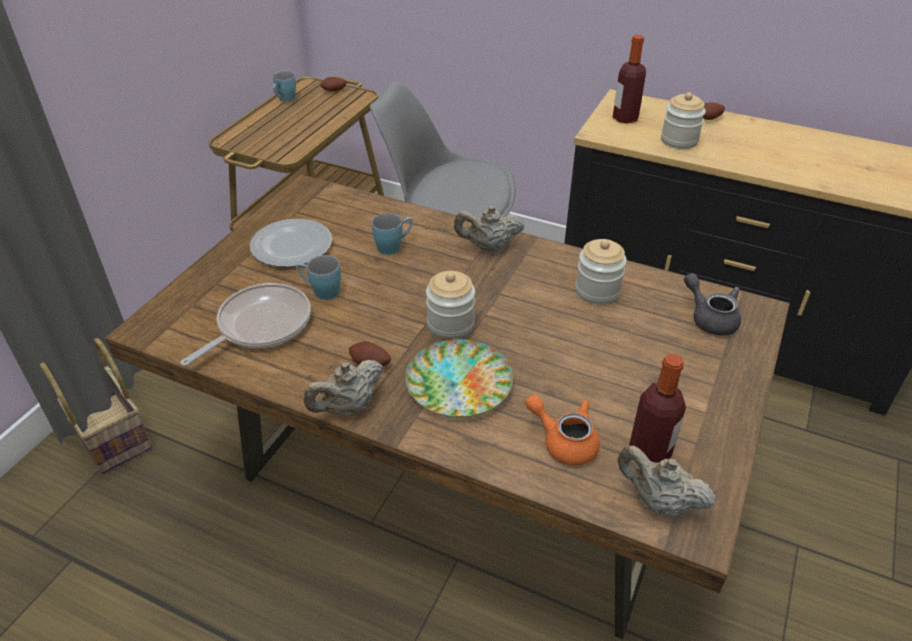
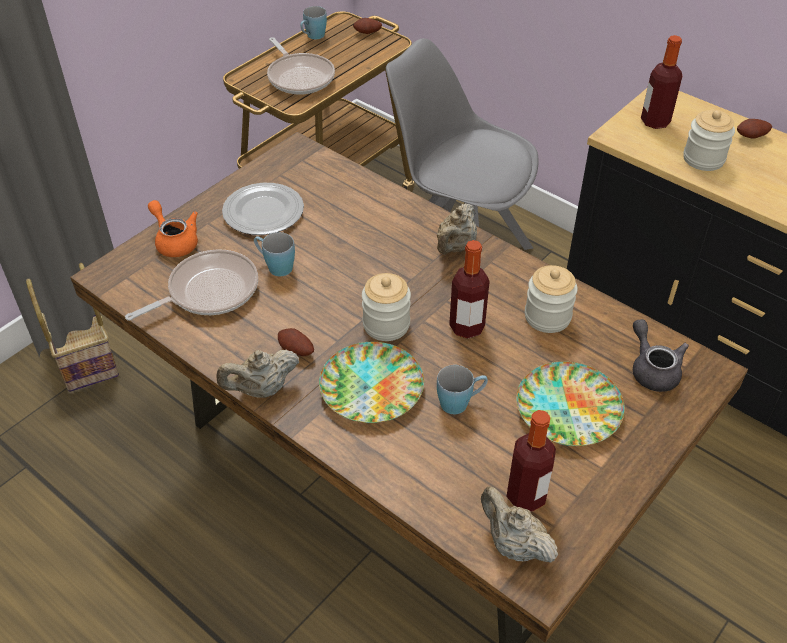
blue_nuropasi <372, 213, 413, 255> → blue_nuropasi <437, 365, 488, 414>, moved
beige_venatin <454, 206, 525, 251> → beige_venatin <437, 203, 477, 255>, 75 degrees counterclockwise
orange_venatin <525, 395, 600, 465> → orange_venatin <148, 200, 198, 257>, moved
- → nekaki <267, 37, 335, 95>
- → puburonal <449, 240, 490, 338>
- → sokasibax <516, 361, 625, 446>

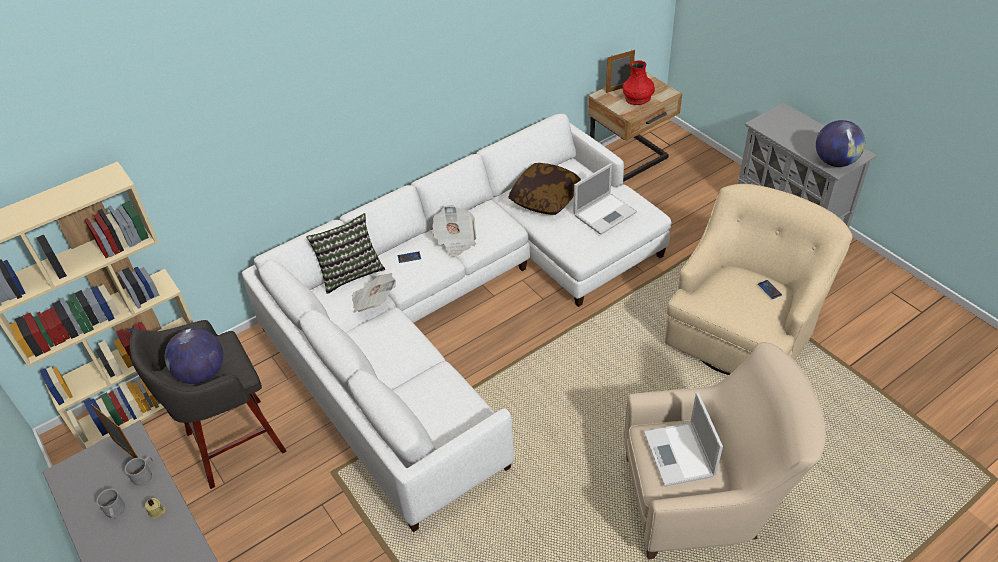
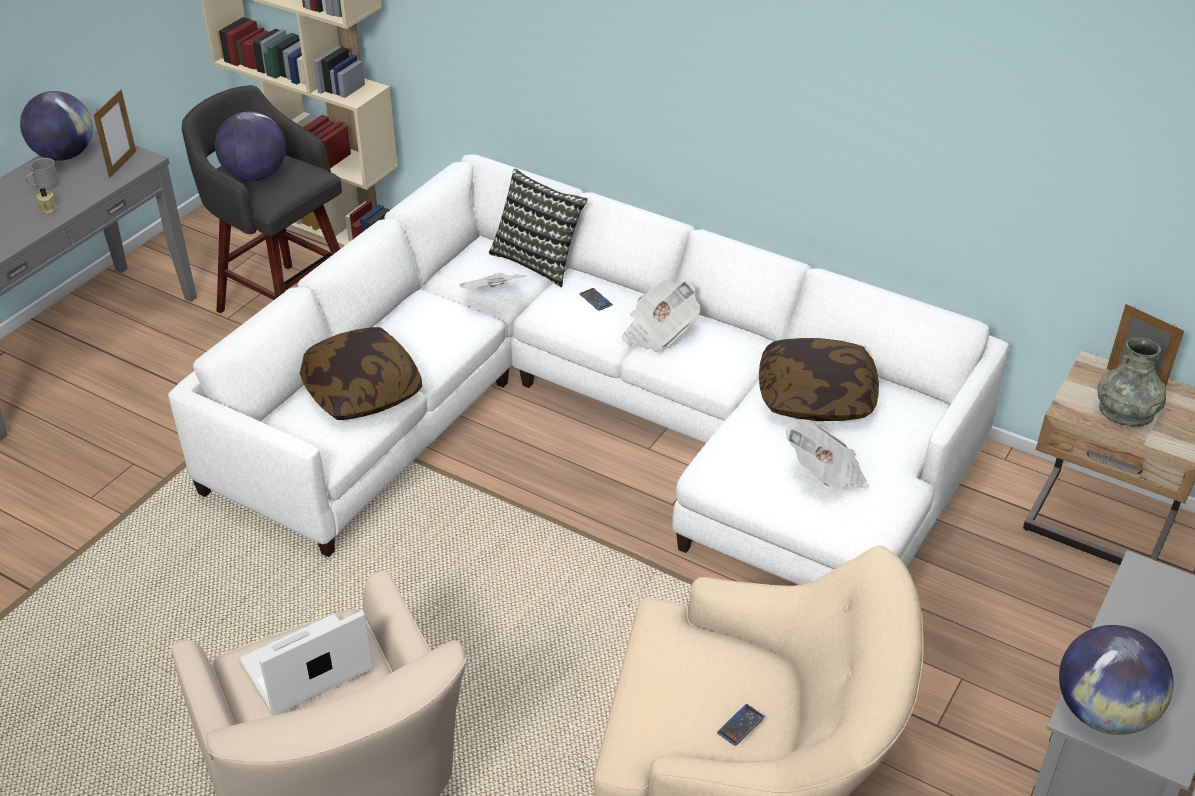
grey_nuropasi <125, 456, 153, 486> → -
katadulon <573, 163, 637, 235> → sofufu <786, 421, 869, 489>
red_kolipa <623, 60, 655, 105> → grey_kolipa <1097, 338, 1166, 427>
- → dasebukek <20, 91, 93, 160>
- → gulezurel <300, 327, 422, 420>

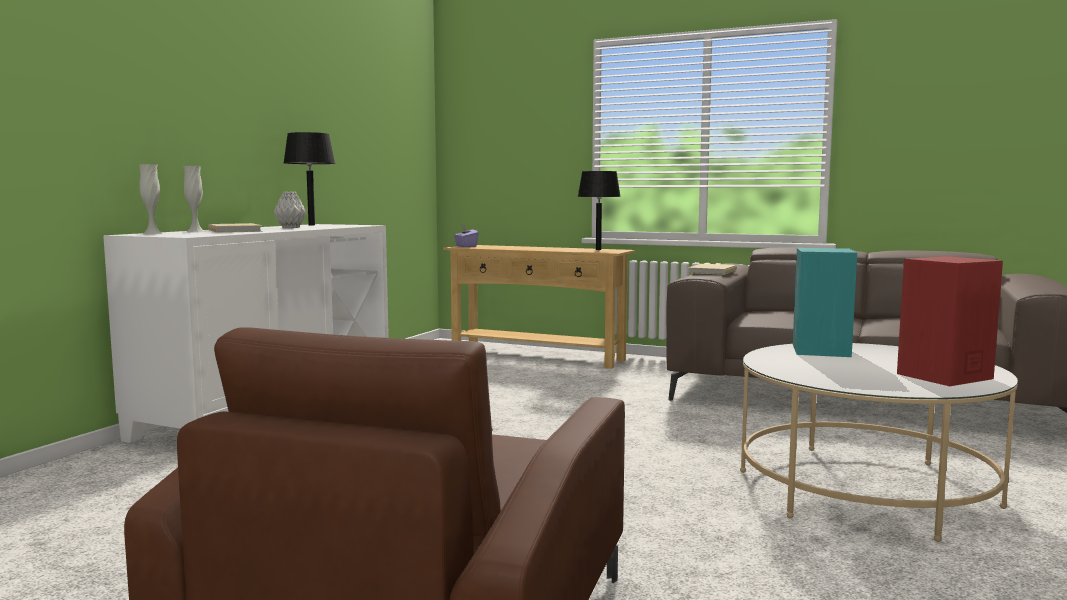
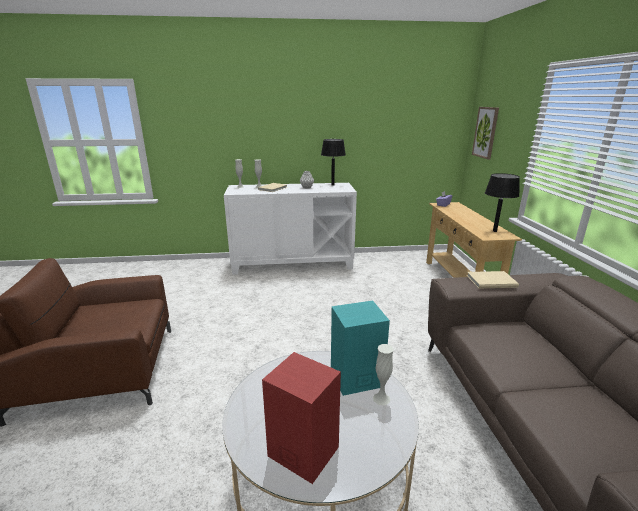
- → white_kolipa <373, 344, 394, 406>
- → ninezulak <472, 107, 499, 159>

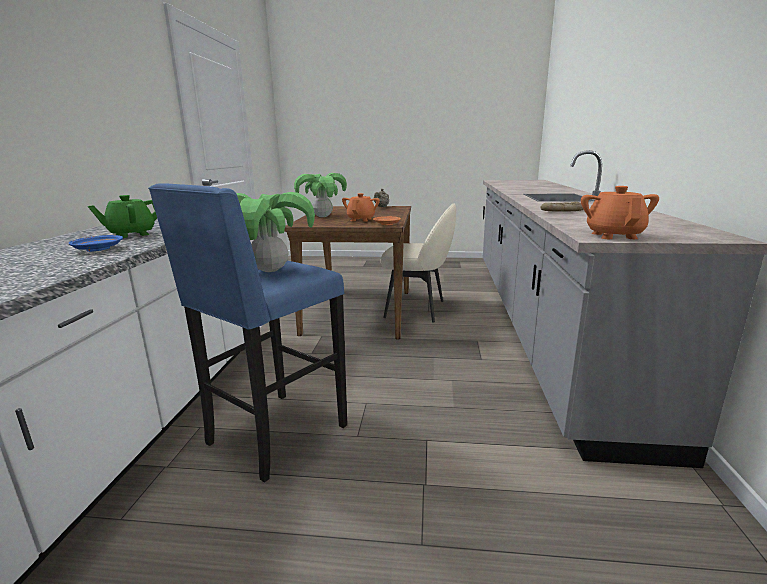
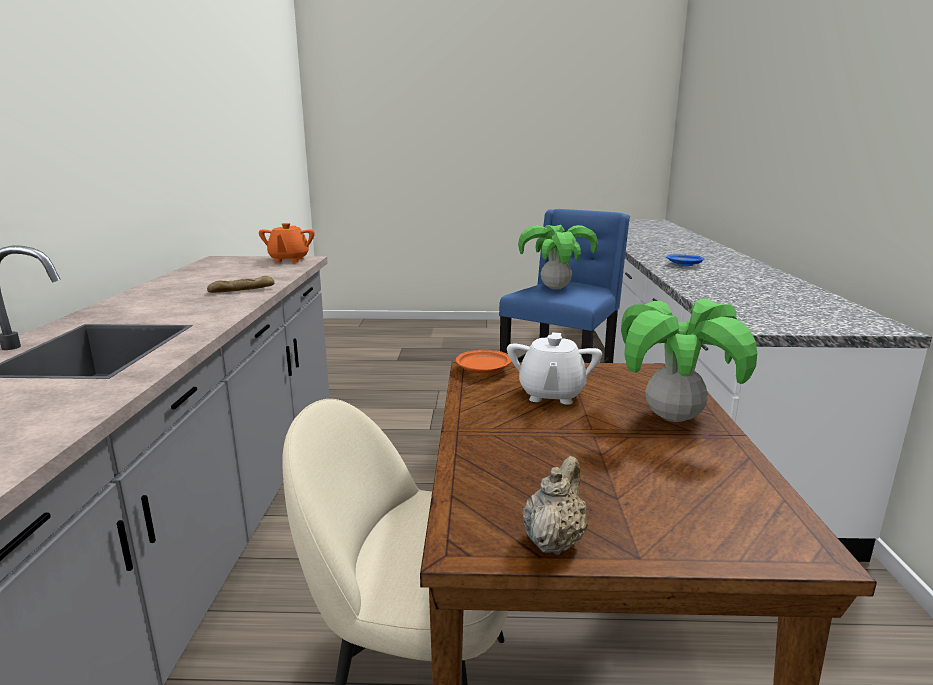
green_venatin <88, 195, 157, 238> → -
orange_venatin <342, 193, 380, 222> → white_venatin <507, 332, 602, 405>

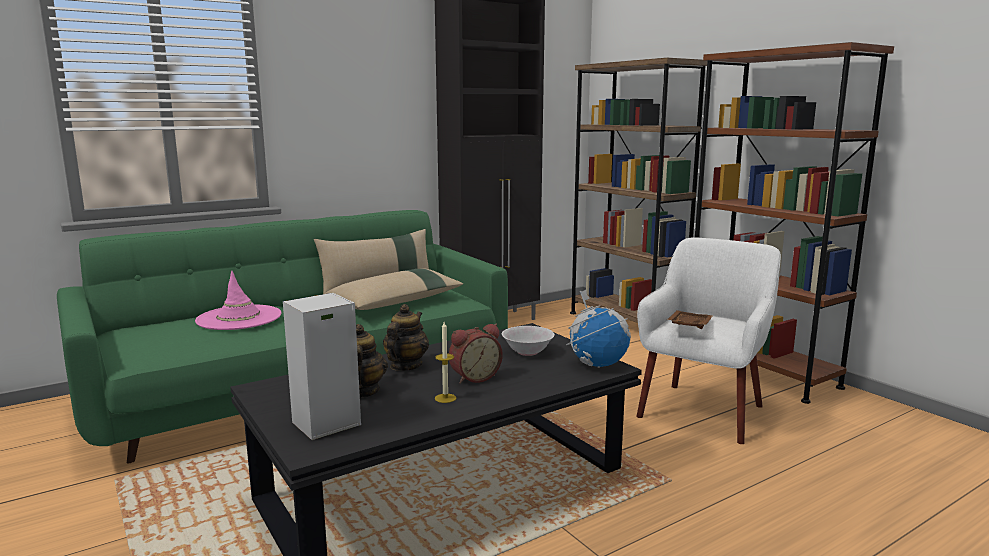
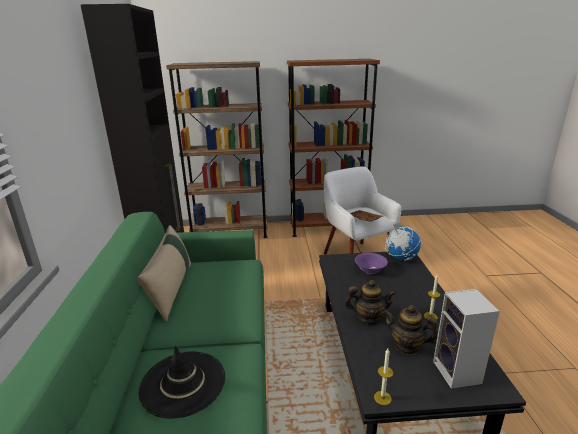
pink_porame <195, 271, 282, 330> → black_porame <139, 345, 225, 419>
beige_gulezurel <324, 268, 463, 310> → -
venatin <383, 304, 429, 371> → venatin <344, 280, 396, 324>, 135 degrees clockwise
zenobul <449, 324, 503, 384> → -
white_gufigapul <502, 326, 555, 356> → purple_gufigapul <355, 253, 388, 274>
- → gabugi <374, 349, 393, 405>

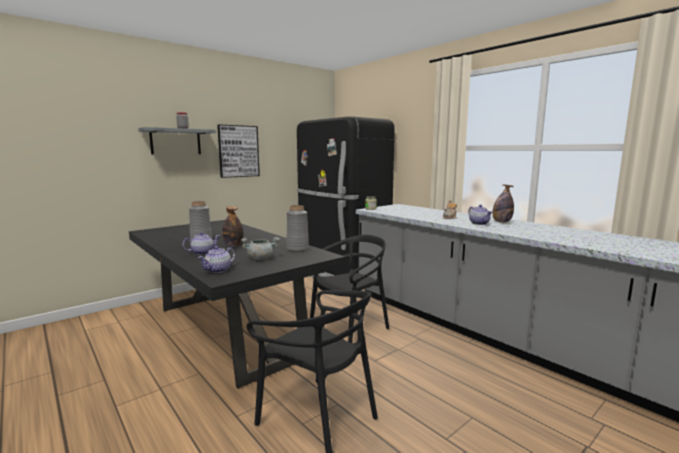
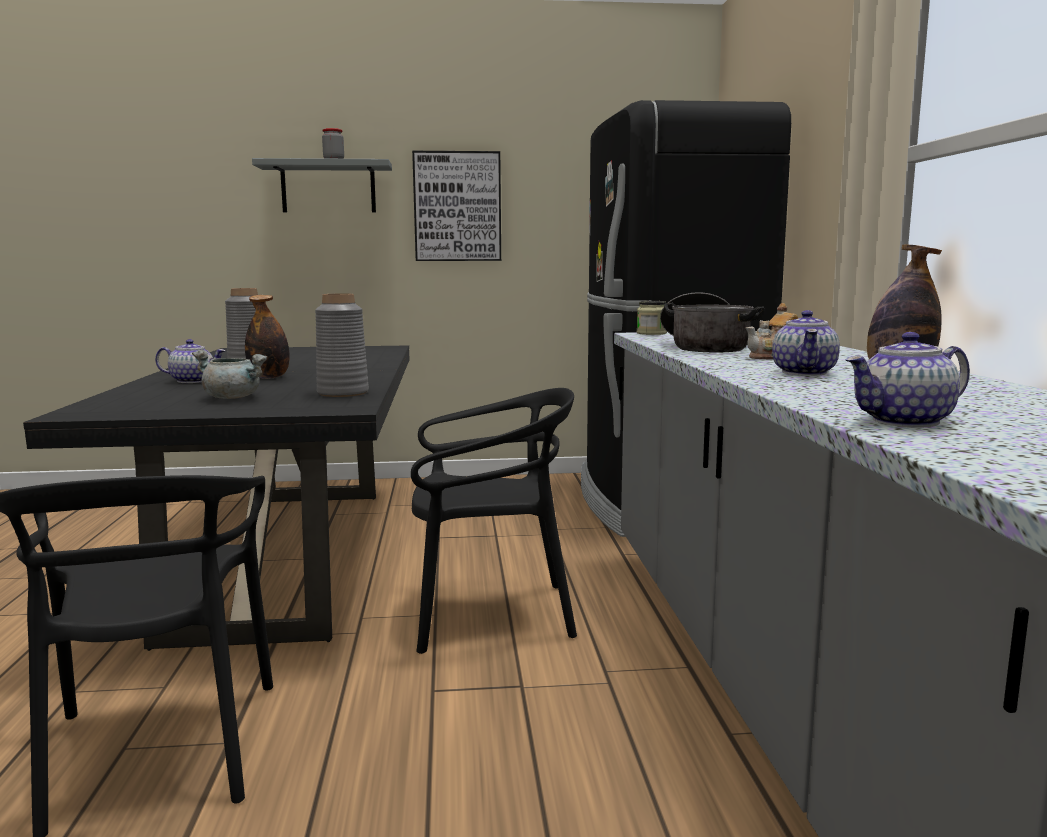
venatin <198, 246, 235, 273> → venatin <846, 332, 970, 428>, moved
- → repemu <660, 292, 765, 352>

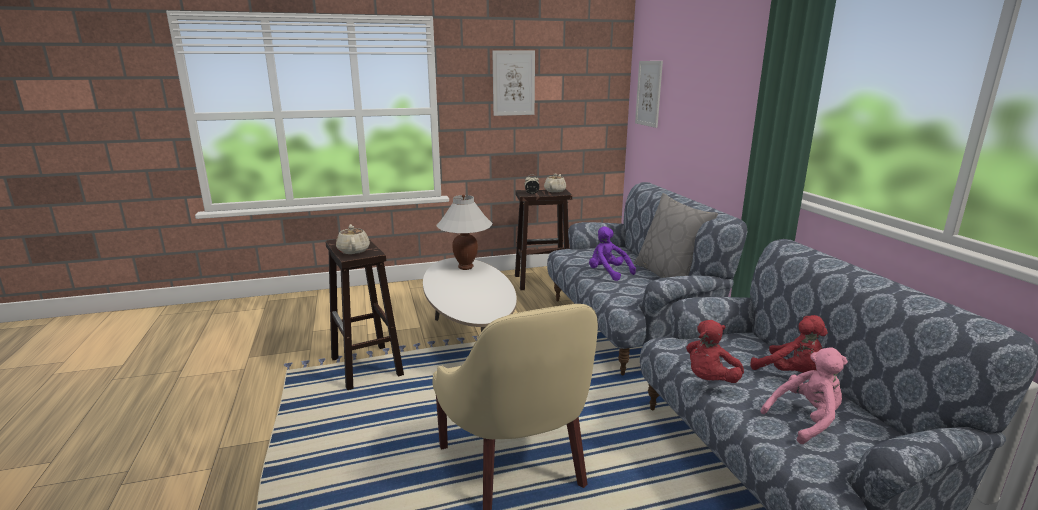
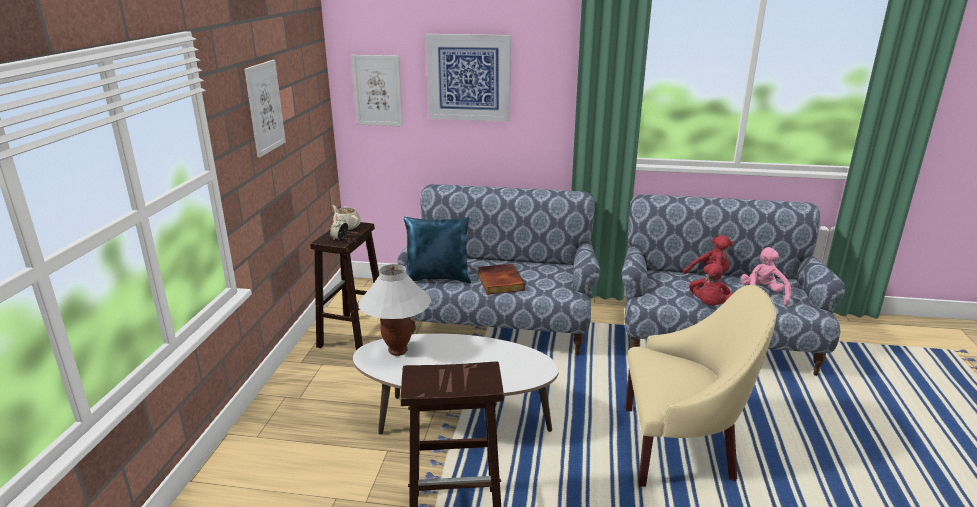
beige_venatin <336, 224, 370, 254> → -
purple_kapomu <589, 226, 636, 281> → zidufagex <477, 264, 525, 295>
grey_gulezurel <634, 193, 718, 278> → -
red_kapomu <686, 320, 744, 383> → red_kapomu <689, 263, 733, 305>, 45 degrees clockwise
- → blue_gulezurel <404, 217, 471, 284>
- → ninezulak <426, 34, 511, 122>

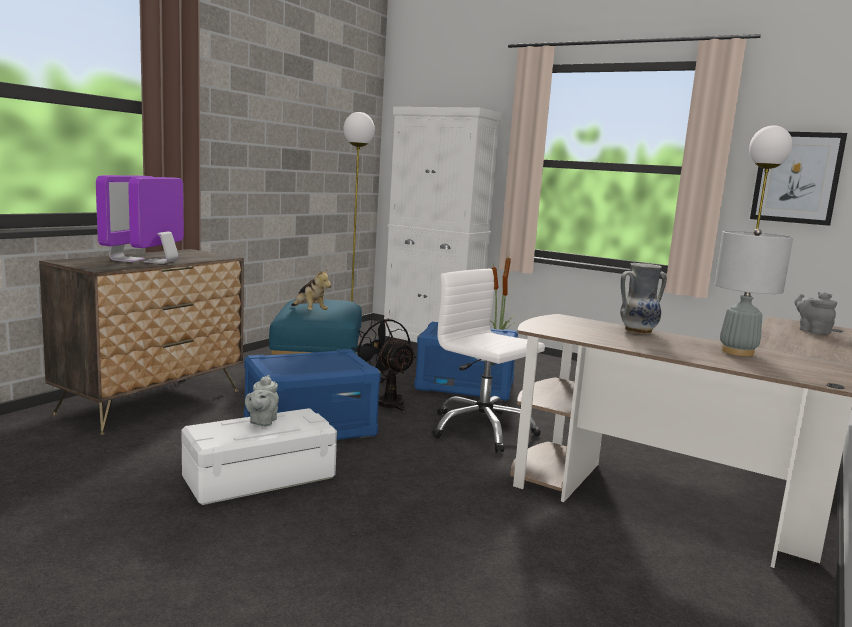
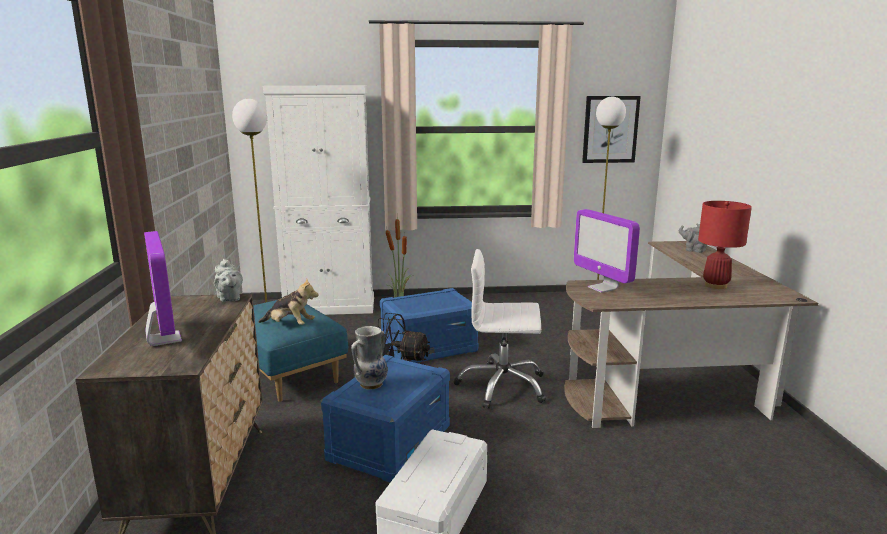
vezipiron <128, 177, 184, 264> → vezipiron <574, 209, 640, 293>, moved
grey_venatin <245, 375, 279, 427> → grey_venatin <214, 259, 243, 302>, moved
kolipa <621, 263, 667, 334> → kolipa <351, 326, 388, 389>, moved
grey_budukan <715, 229, 793, 356> → red_budukan <698, 201, 752, 289>

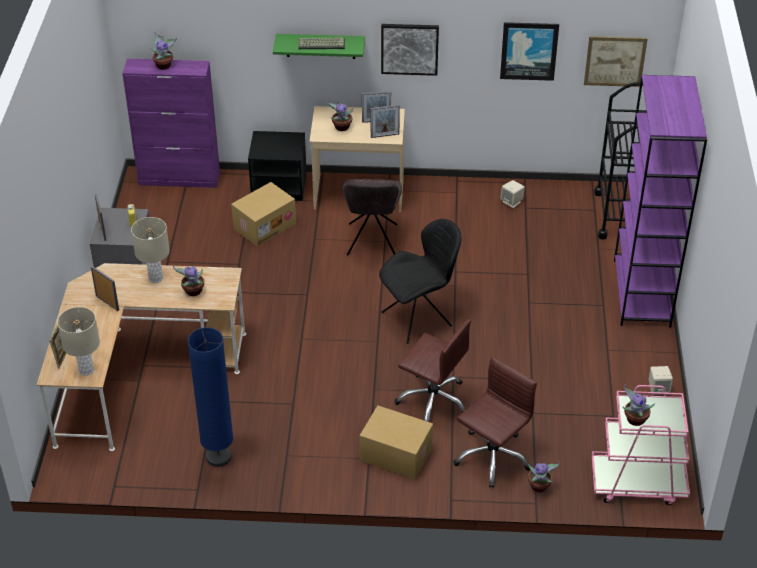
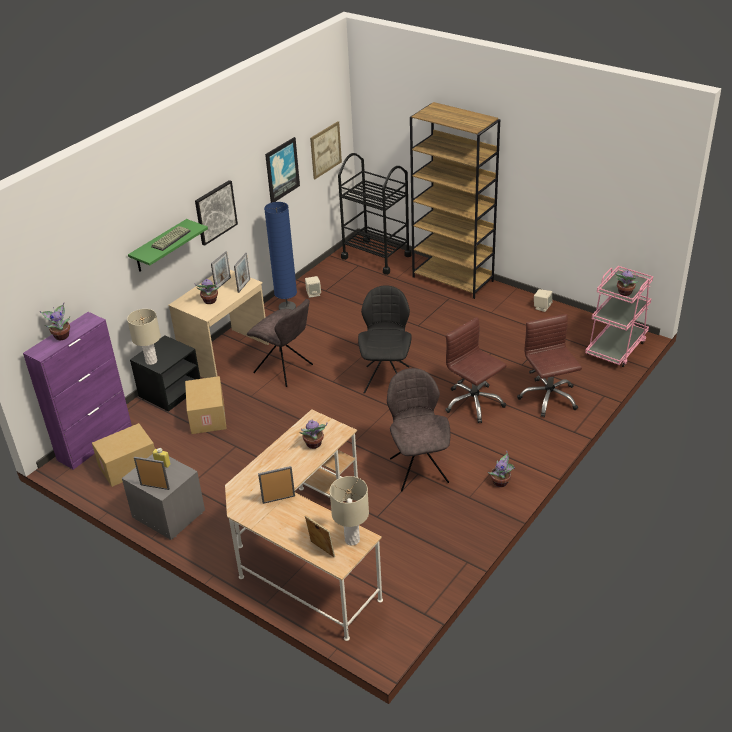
beige_budukan <131, 217, 170, 283> → beige_budukan <127, 309, 161, 365>, moved
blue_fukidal <187, 327, 233, 467> → blue_fukidal <264, 202, 297, 310>, moved
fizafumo <360, 405, 433, 479> → fizafumo <92, 423, 155, 487>, moved
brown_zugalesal <395, 319, 471, 422> → brown_zugalesal <445, 317, 507, 423>, 105 degrees counterclockwise
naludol <528, 461, 560, 493> → naludol <488, 451, 515, 487>, moved
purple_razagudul <614, 75, 707, 328> → brown_razagudul <410, 102, 500, 299>
- → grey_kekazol <387, 368, 450, 491>

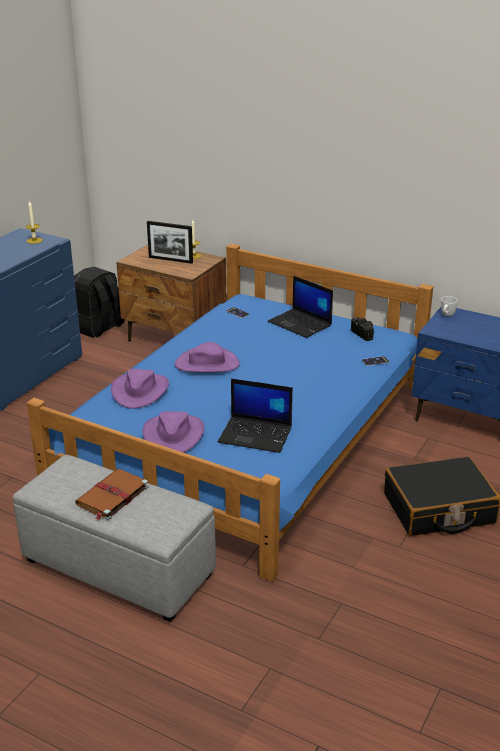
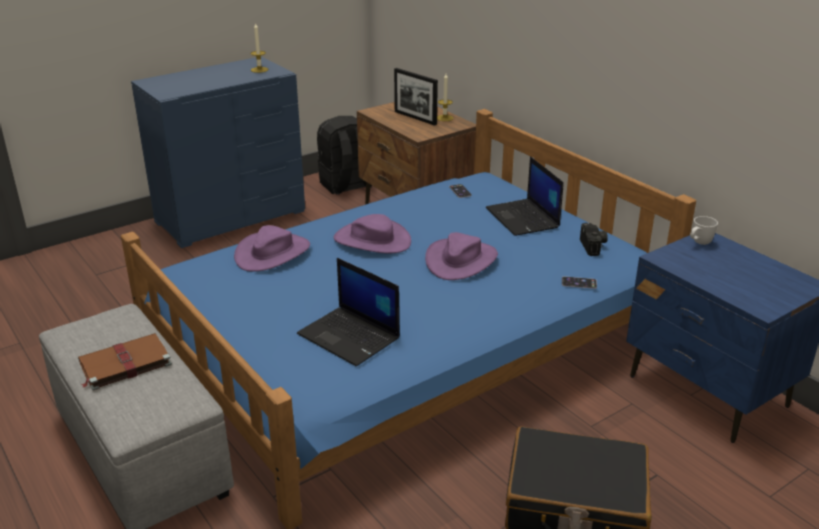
purple_porame <142, 411, 204, 453> → purple_porame <425, 232, 498, 280>, moved

